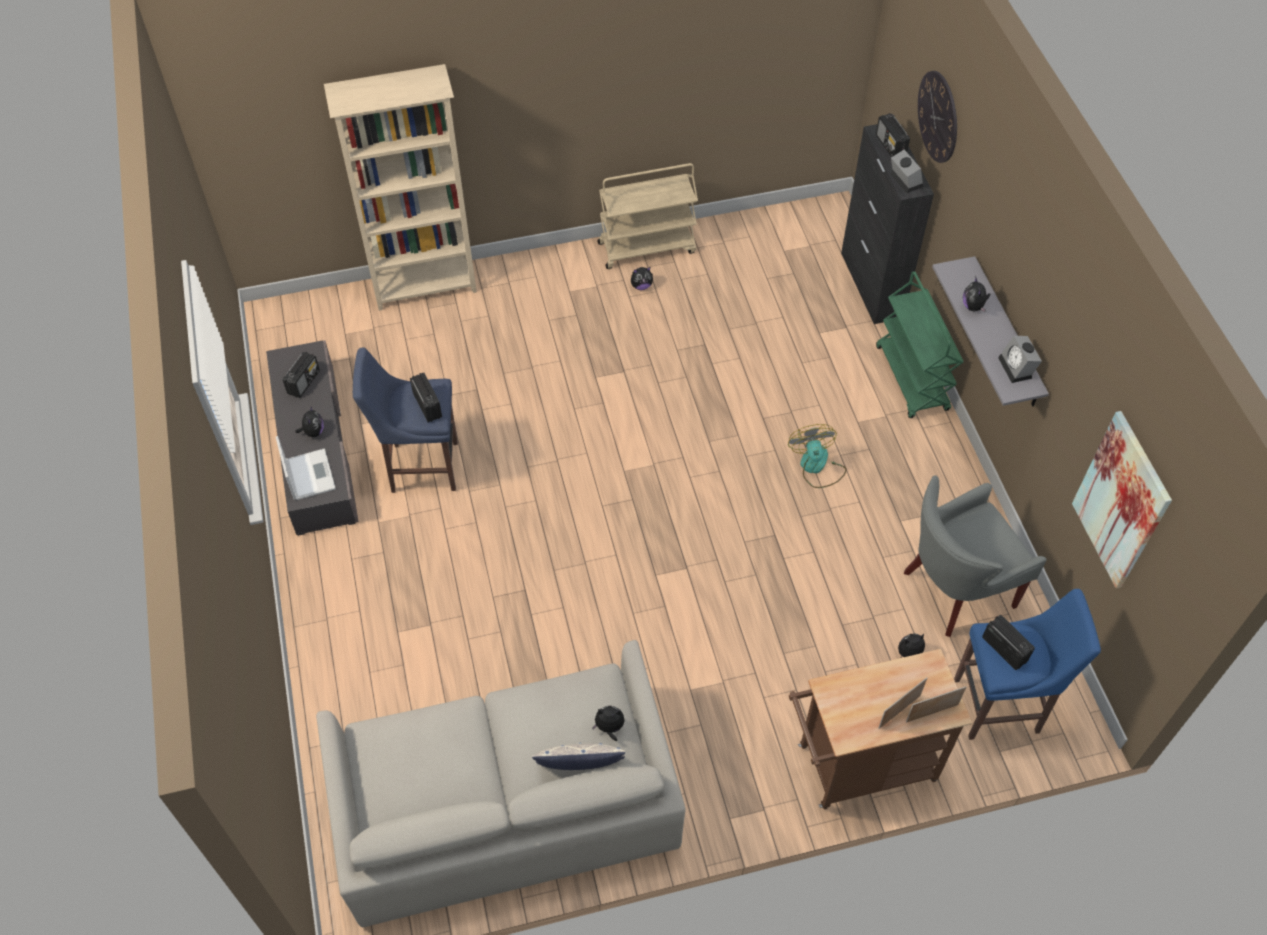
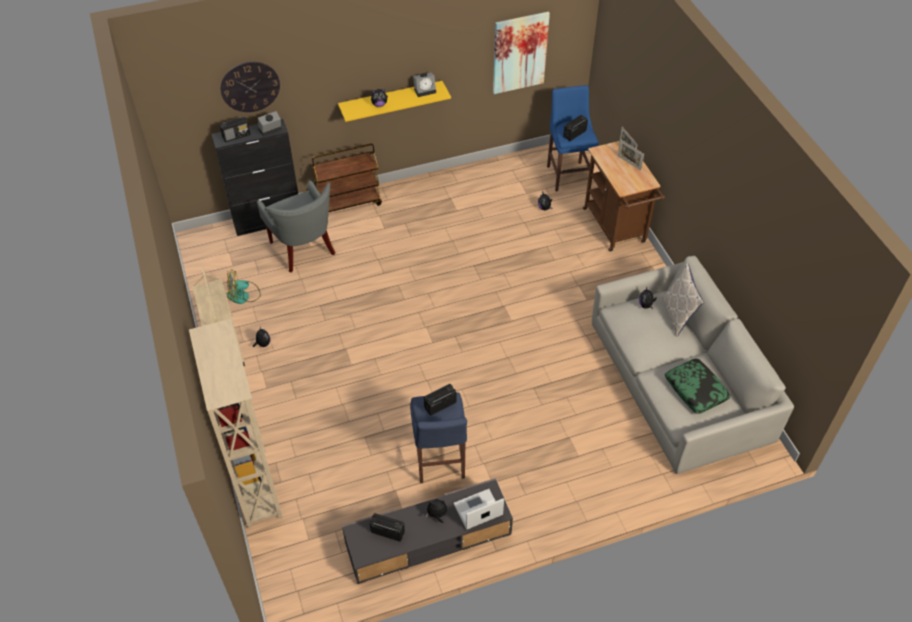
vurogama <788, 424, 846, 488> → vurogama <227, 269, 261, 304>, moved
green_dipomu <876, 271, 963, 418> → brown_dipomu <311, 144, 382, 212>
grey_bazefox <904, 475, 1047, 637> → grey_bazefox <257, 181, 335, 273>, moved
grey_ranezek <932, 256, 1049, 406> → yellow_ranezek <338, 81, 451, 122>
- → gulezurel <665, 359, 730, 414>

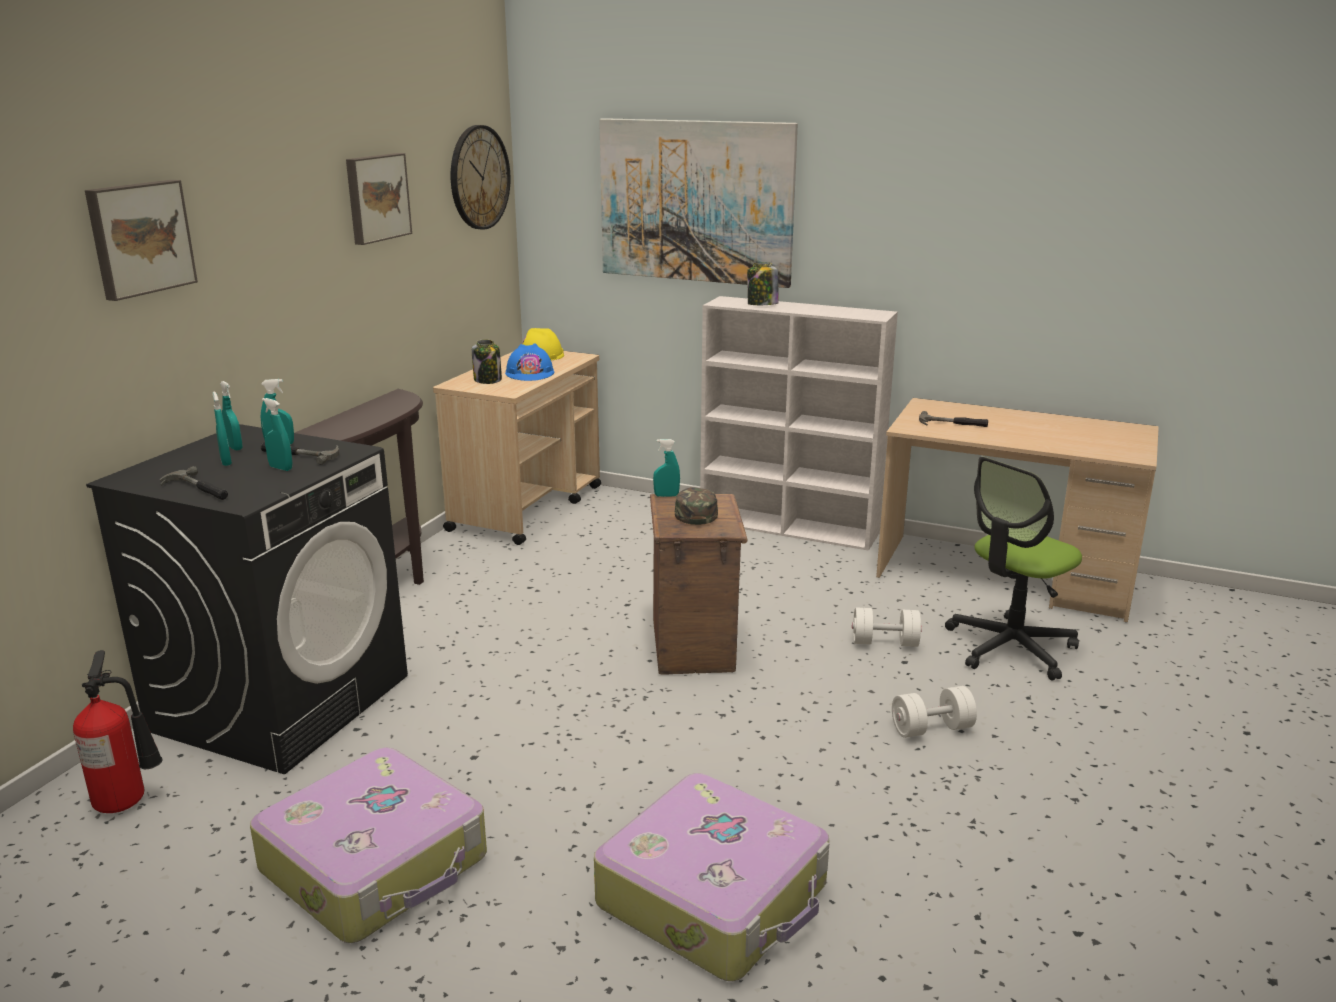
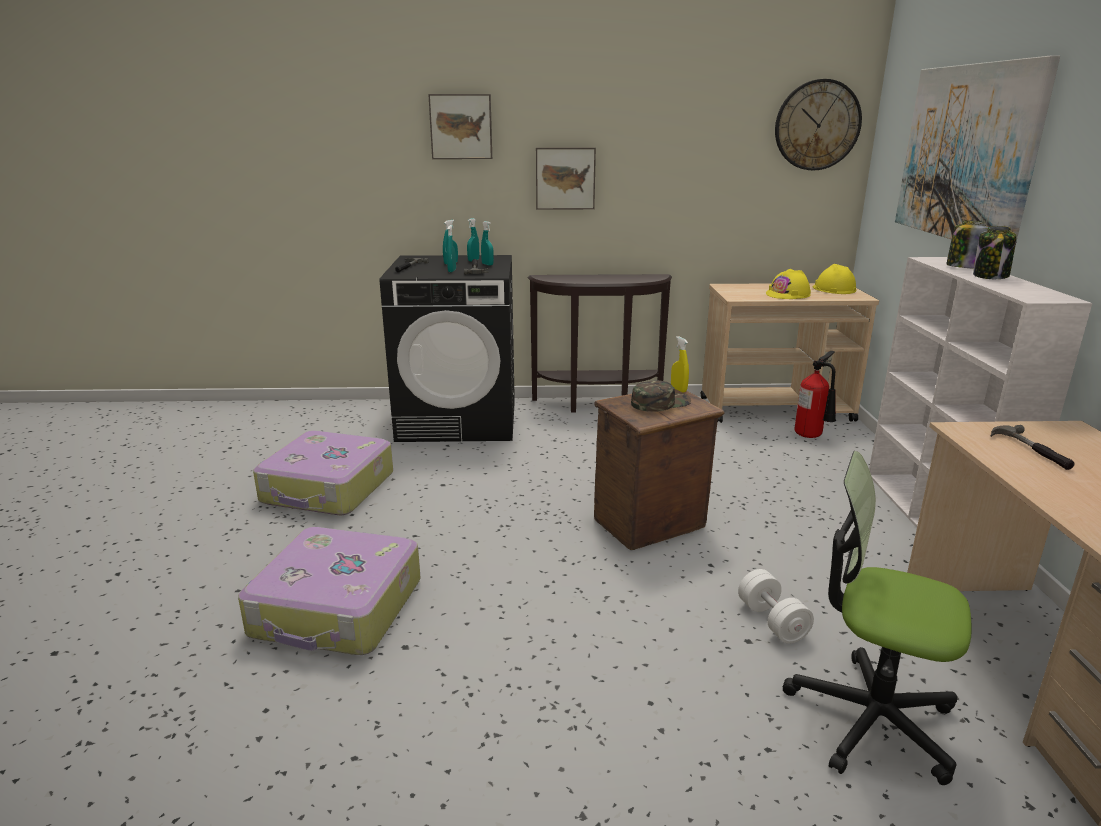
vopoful <73, 650, 163, 813> → vopoful <795, 351, 836, 438>, moved
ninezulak <346, 153, 412, 245> → ninezulak <536, 147, 596, 210>, moved
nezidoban <472, 339, 502, 384> → nezidoban <973, 226, 1016, 279>, moved
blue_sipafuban <505, 343, 554, 381> → yellow_sipafuban <766, 269, 811, 299>
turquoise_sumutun <653, 439, 680, 497> → yellow_sumutun <671, 336, 689, 393>
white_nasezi <892, 686, 977, 738> → -

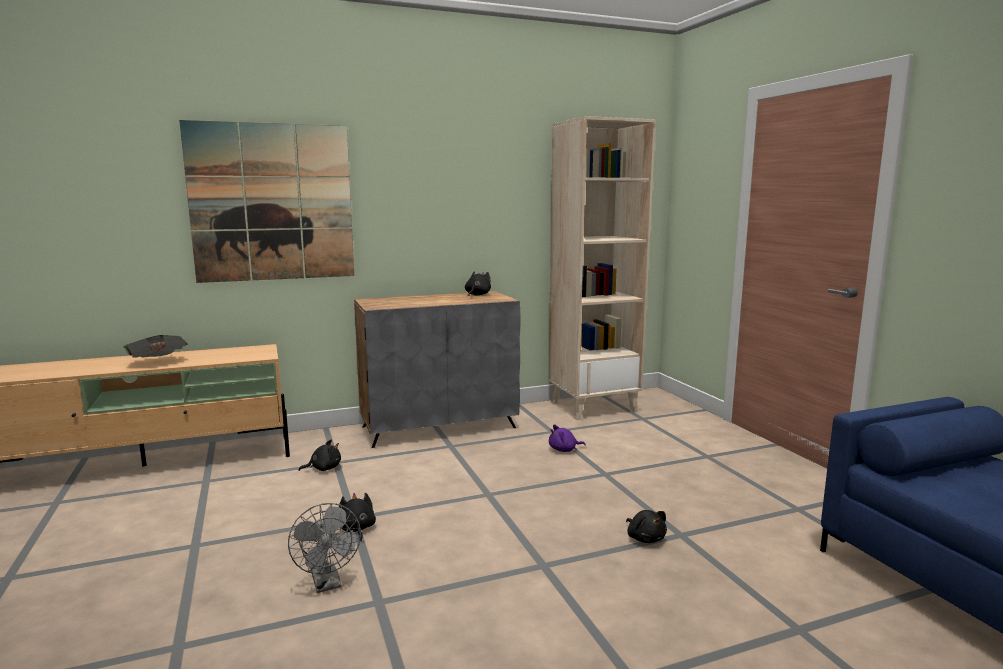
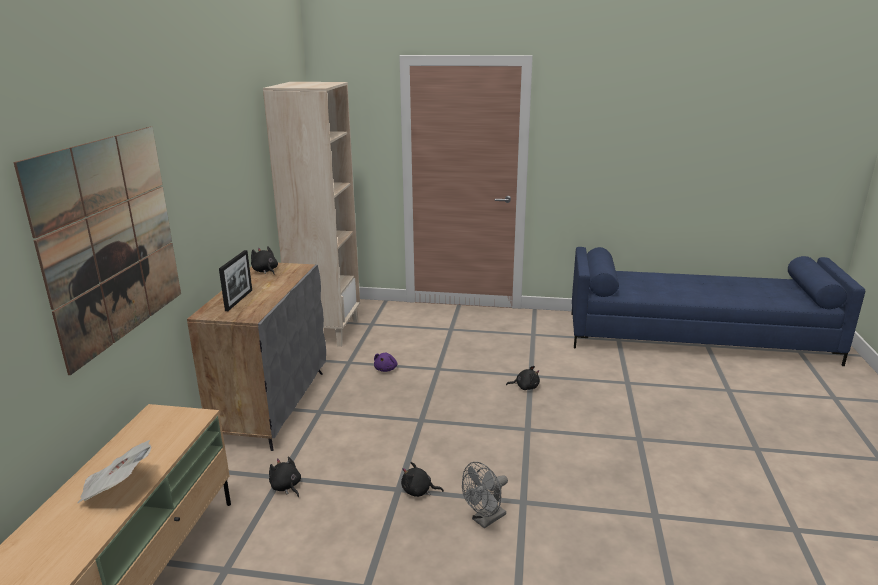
grey_vurogama <288, 503, 361, 593> → grey_vurogama <462, 462, 508, 529>, 135 degrees clockwise
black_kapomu <298, 440, 341, 471> → black_kapomu <269, 456, 301, 497>, 45 degrees counterclockwise
- → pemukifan <219, 250, 252, 311>

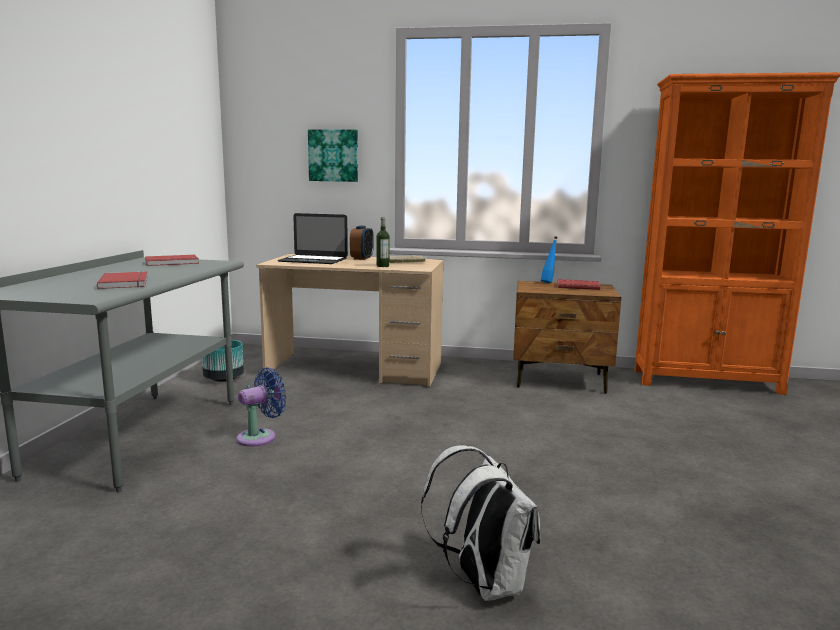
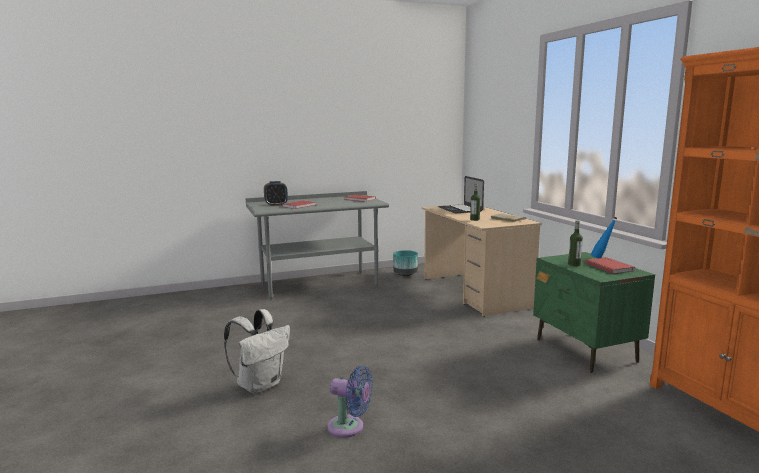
blue_vurogama <236, 367, 286, 447> → blue_vurogama <327, 366, 373, 438>, moved
ninezulak <308, 129, 358, 182> → -
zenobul <350, 226, 373, 260> → zenobul <264, 181, 288, 206>, moved
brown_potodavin <513, 281, 621, 393> → green_potodavin <533, 252, 655, 373>
- → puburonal <568, 220, 583, 267>

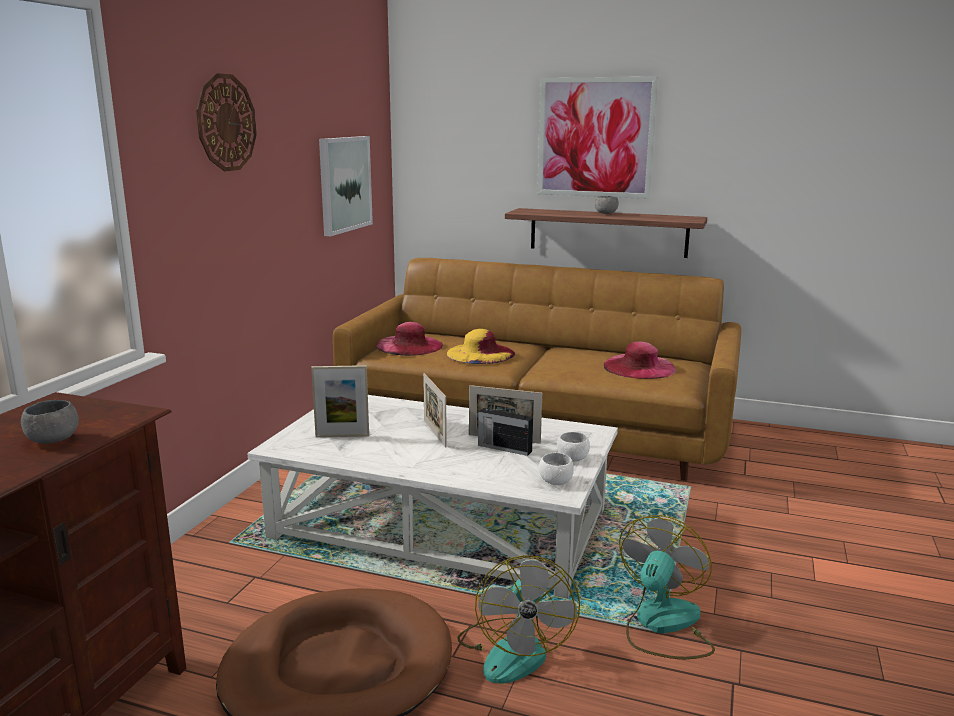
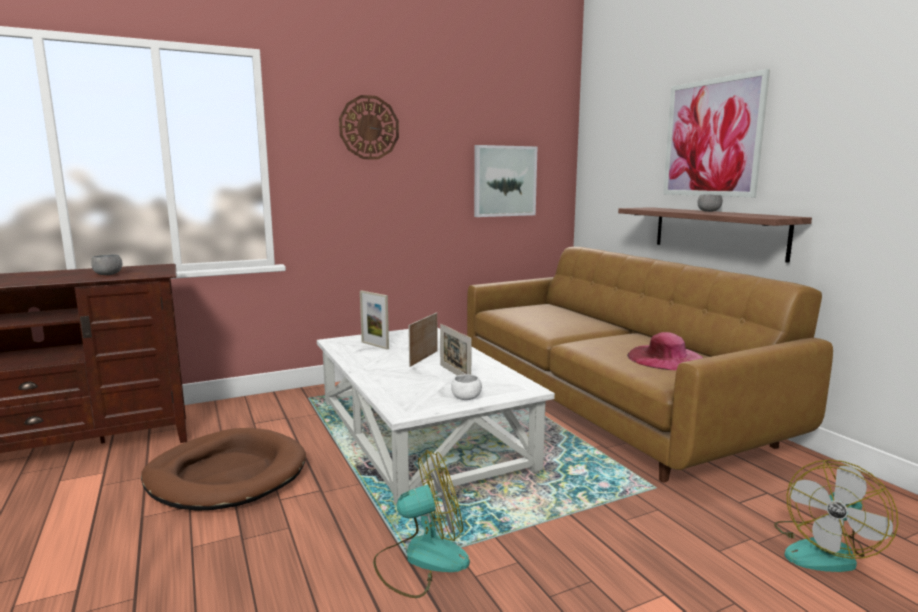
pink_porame <376, 322, 443, 356> → -
yellow_porame <446, 329, 515, 364> → -
vurogama <457, 555, 580, 684> → vurogama <774, 460, 898, 572>, moved
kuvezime <477, 407, 533, 456> → -
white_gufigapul <539, 452, 574, 485> → -

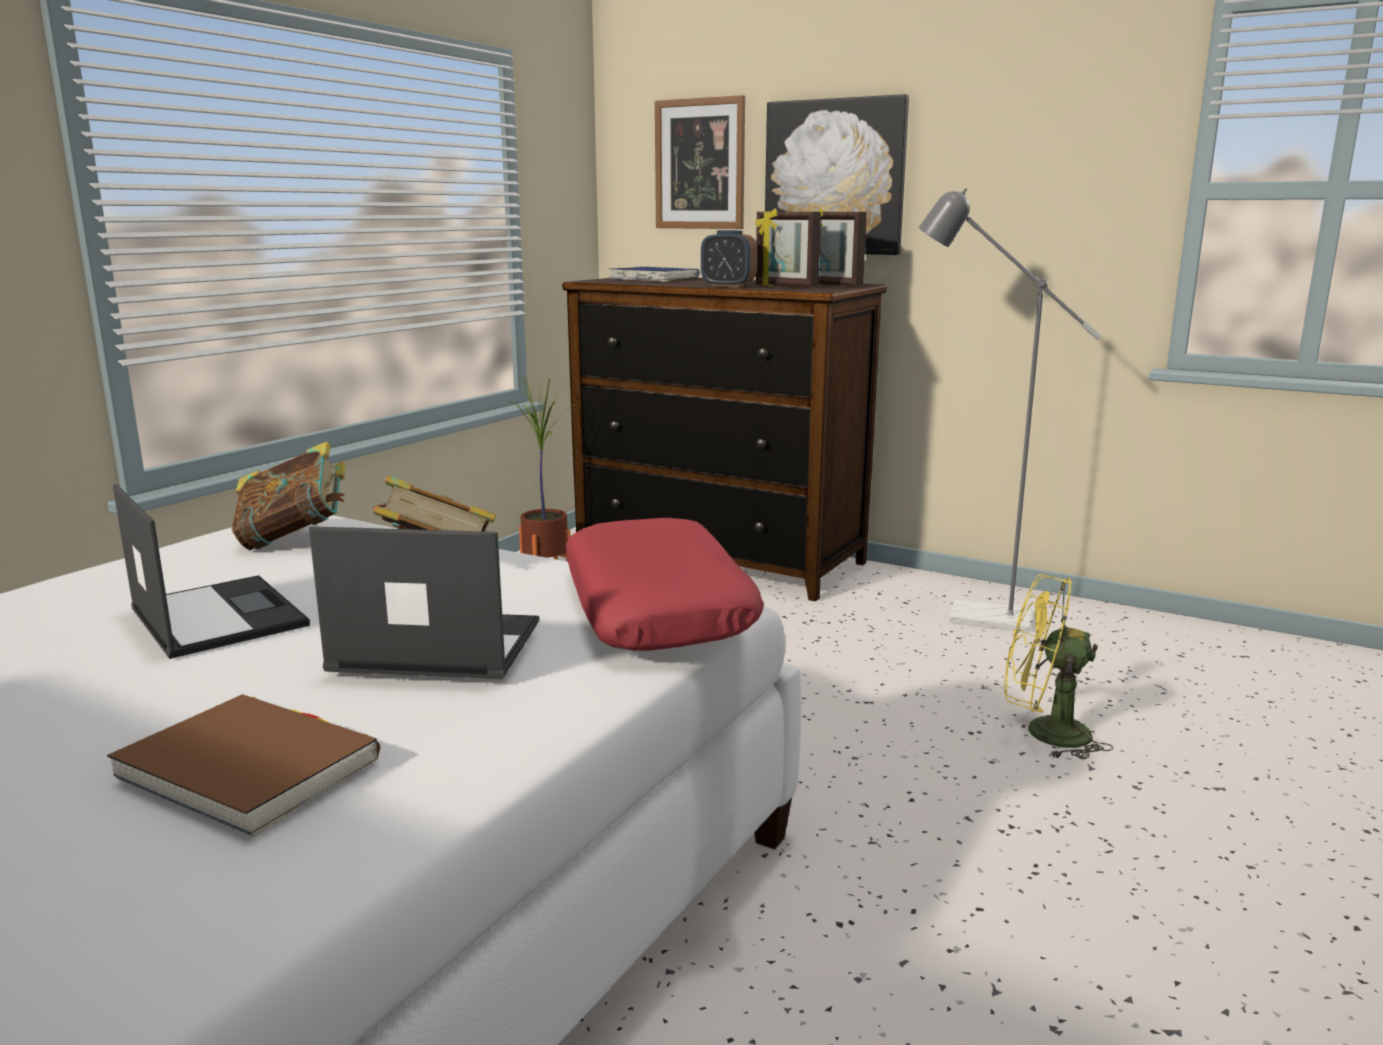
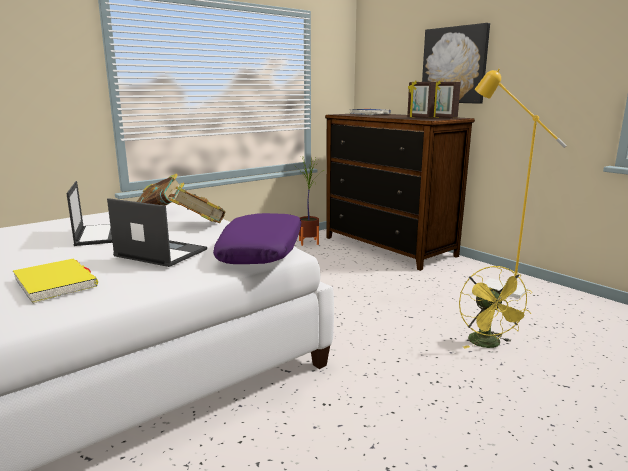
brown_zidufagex <107, 694, 380, 837> → yellow_zidufagex <13, 259, 98, 304>
red_gulezurel <565, 518, 764, 651> → purple_gulezurel <213, 213, 302, 264>
ninezulak <655, 95, 745, 229> → -
zenobul <701, 230, 757, 288> → -
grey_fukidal <919, 188, 1102, 633> → yellow_fukidal <475, 69, 567, 298>
yellow_vurogama <1004, 574, 1113, 759> → yellow_vurogama <459, 266, 532, 349>, 135 degrees counterclockwise

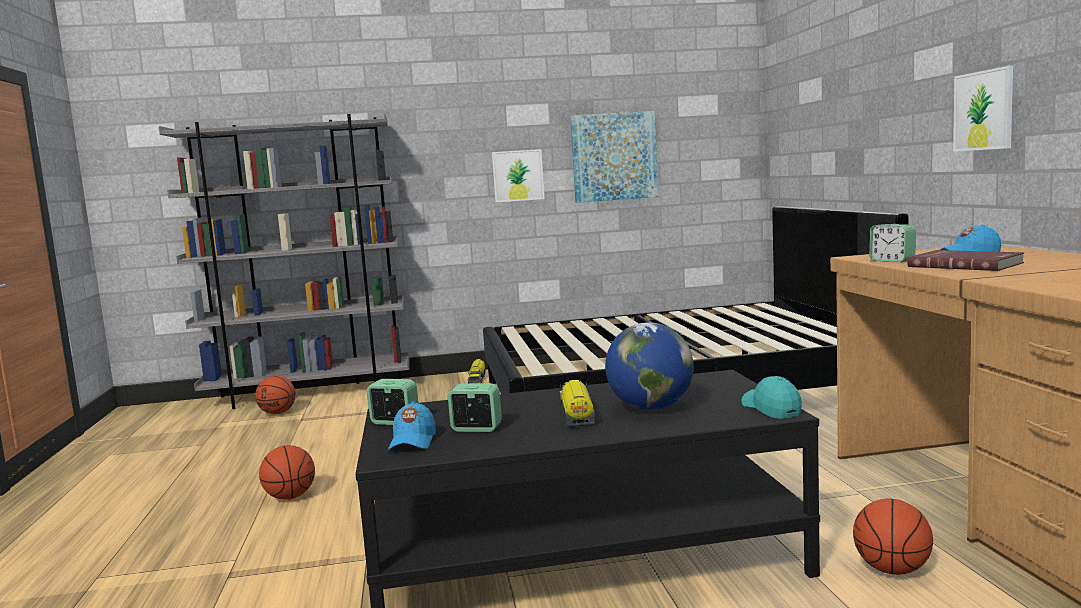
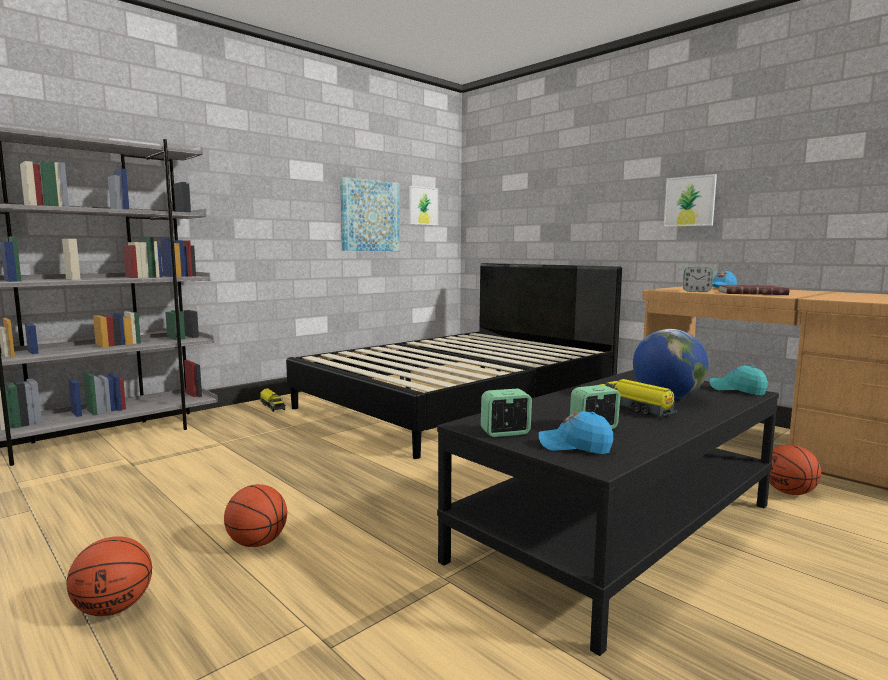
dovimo <255, 376, 296, 414> → dovimo <67, 536, 152, 616>, moved
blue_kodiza <388, 402, 436, 450> → blue_kodiza <539, 411, 613, 454>, 135 degrees clockwise
ninezulak <492, 149, 545, 202> → ninezulak <409, 186, 438, 225>, moved

